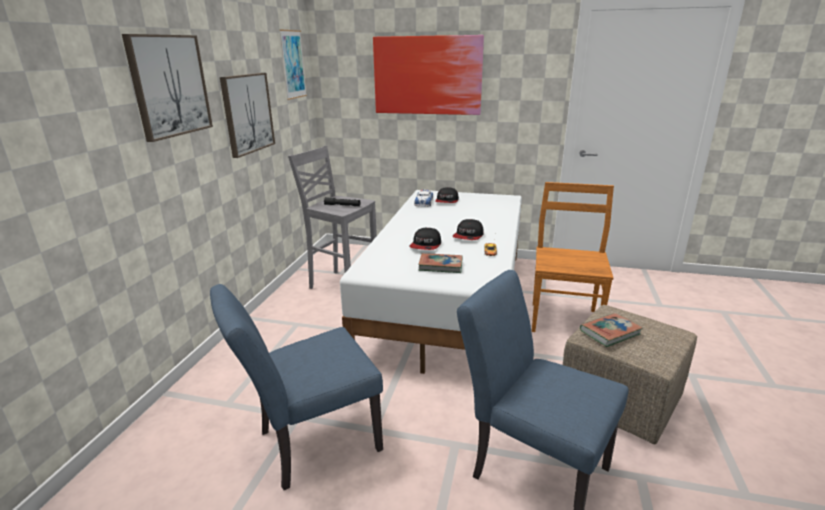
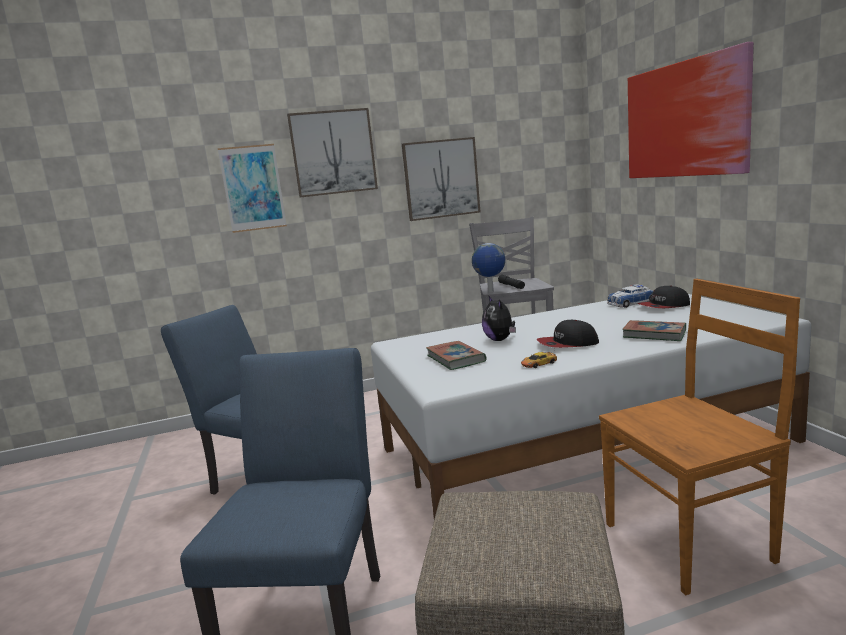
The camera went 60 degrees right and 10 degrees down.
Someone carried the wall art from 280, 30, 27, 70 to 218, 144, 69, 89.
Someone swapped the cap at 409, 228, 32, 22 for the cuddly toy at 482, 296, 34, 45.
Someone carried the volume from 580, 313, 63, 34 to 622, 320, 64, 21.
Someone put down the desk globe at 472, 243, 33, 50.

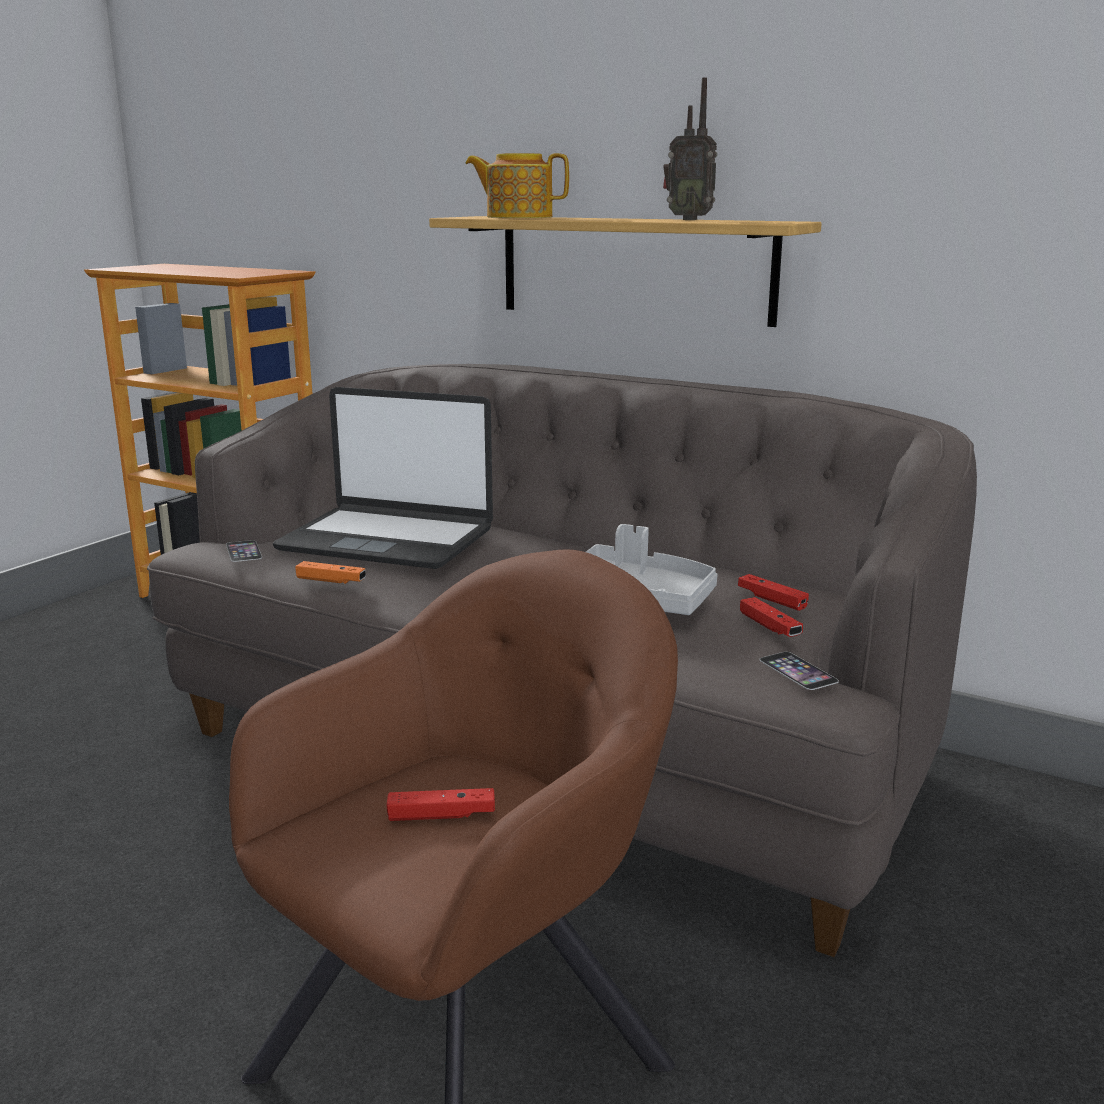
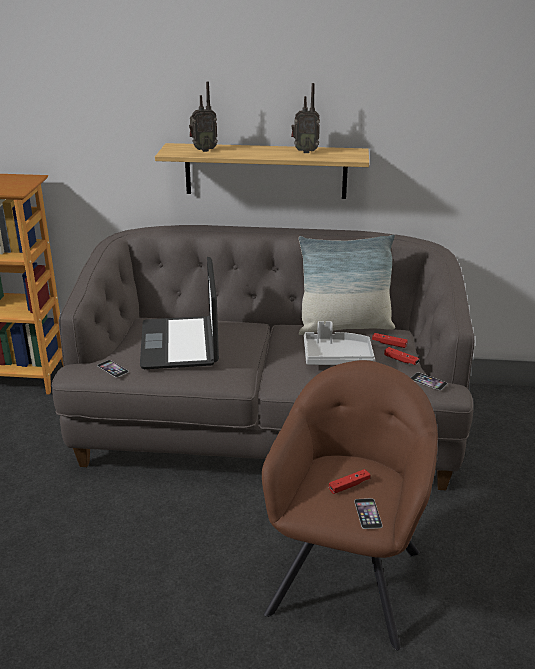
The camera went 25 degrees left and 10 degrees up.
Someone rotated the portable computer at 273, 387, 220, 182 by 90 degrees clockwise.
Someone took away the orangey game controller at 295, 561, 71, 23.
Someone swapped the pot for tea at 465, 153, 104, 65 for the radio set at 189, 81, 29, 71.
Someone put down the pillow at 299, 234, 96, 101.
Someone put down the handset at 354, 498, 29, 31.

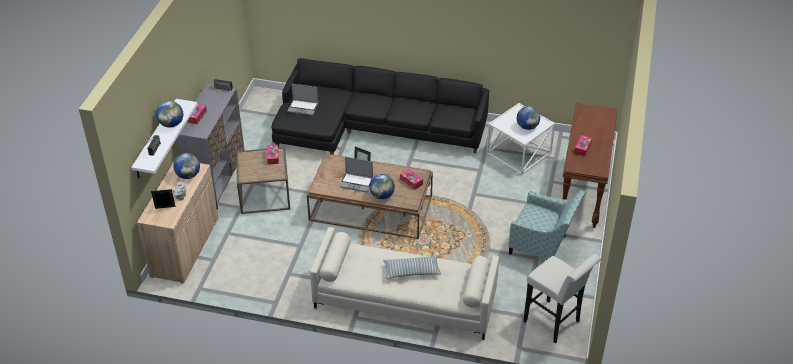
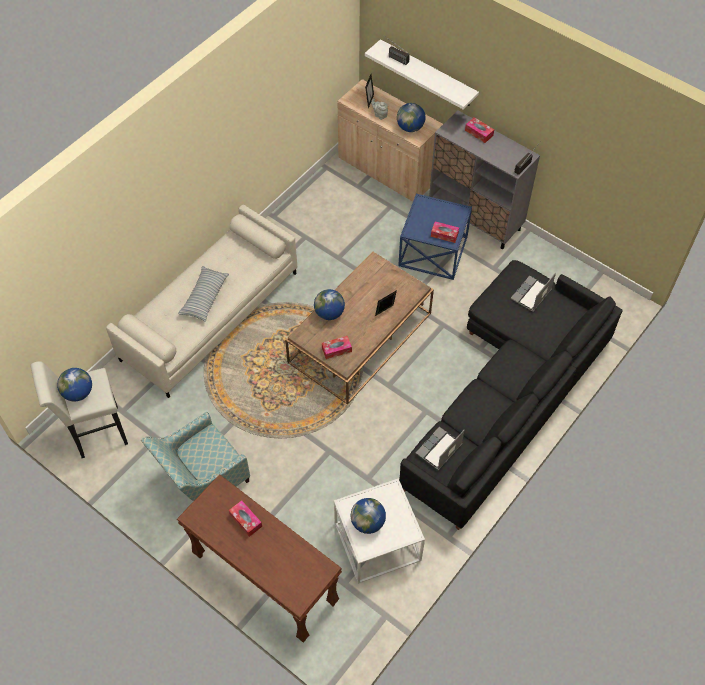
The camera went 115 degrees right and 15 degrees up.
Someone carried the desk globe from 156, 101, 27, 27 to 57, 368, 35, 34.
Someone repainted the brown side table at 236, 147, 54, 67, which became the bluish side table at 398, 194, 74, 86.
Someone carried the portable computer from 339, 157, 34, 35 to 416, 427, 48, 43.

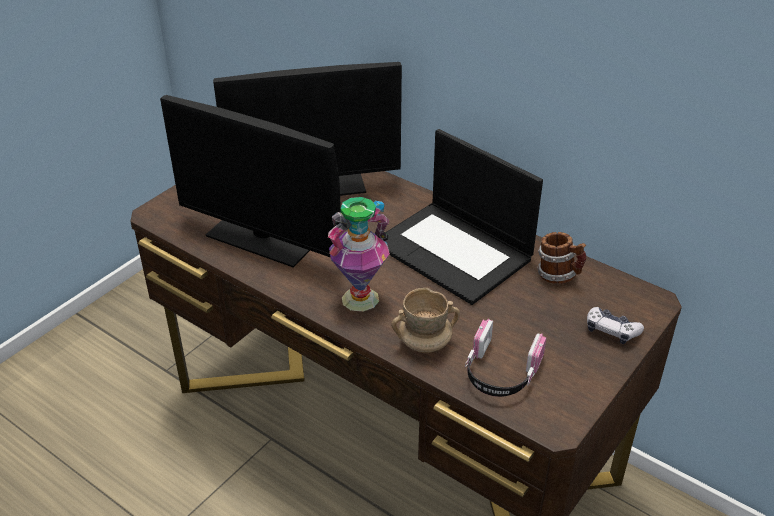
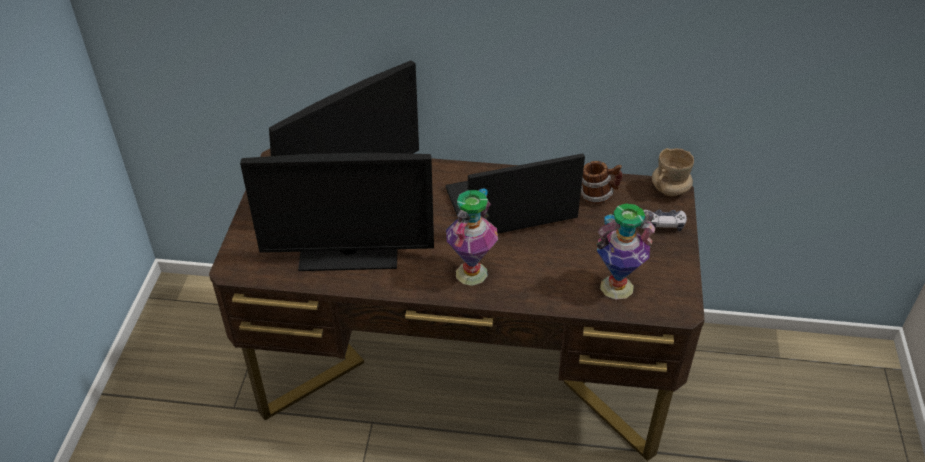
The camera went 30 degrees left and 5 degrees up.
Someone rotated the portable computer at 385, 129, 158, 176 by 150 degrees clockwise.
Someone carried the beige-coloured coffee mug from 391, 288, 69, 65 to 652, 148, 42, 49.
Someone swapped the headset at 465, 319, 81, 78 for the decorative vase at 596, 203, 60, 97.

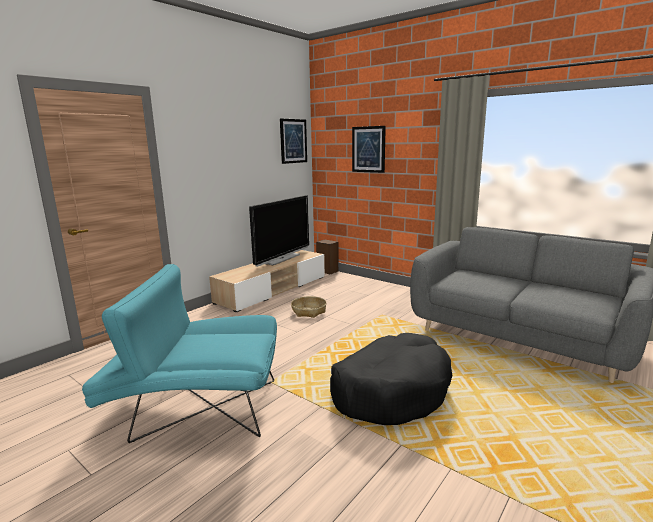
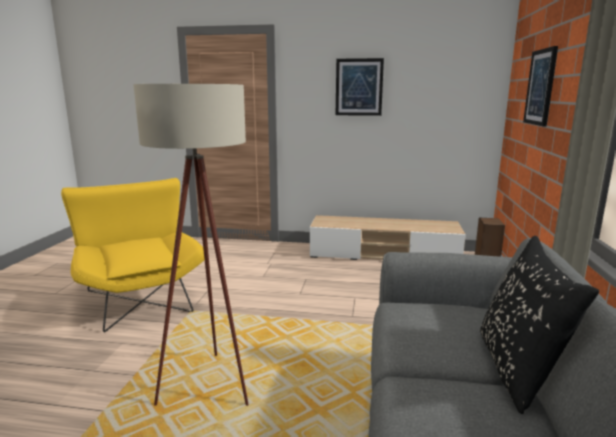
The camera went 60 degrees right and 0 degrees up.
Someone repainted the turquoise easy chair at 82, 264, 195, 179, which became the yellowish easy chair at 61, 178, 144, 155.
Someone took away the TV set at 249, 195, 60, 72.
Someone carried the wall art from 280, 119, 27, 45 to 336, 58, 48, 58.
Someone took away the household basket at 291, 296, 35, 22.
Someone swapped the blackish pet bed at 330, 333, 123, 92 for the beige-coloured standing lamp at 133, 84, 116, 322.
Someone put down the blackish pillow at 480, 236, 119, 178.

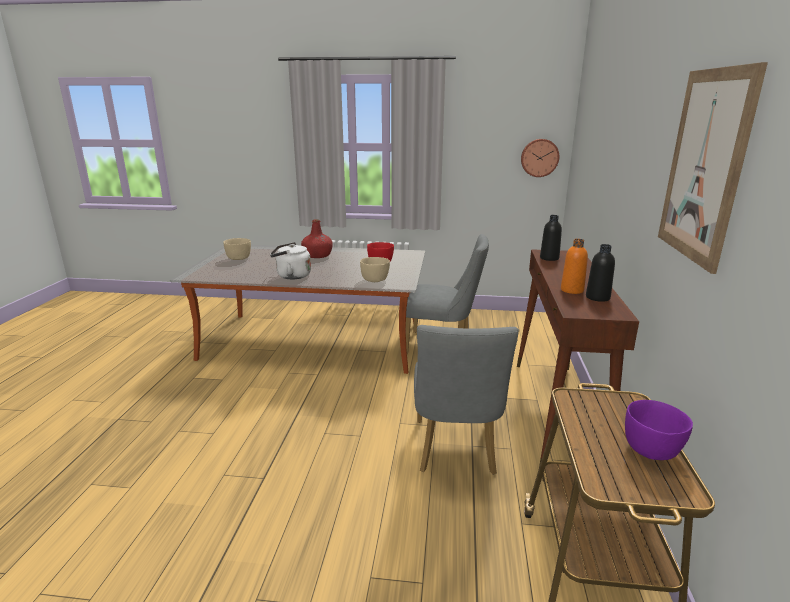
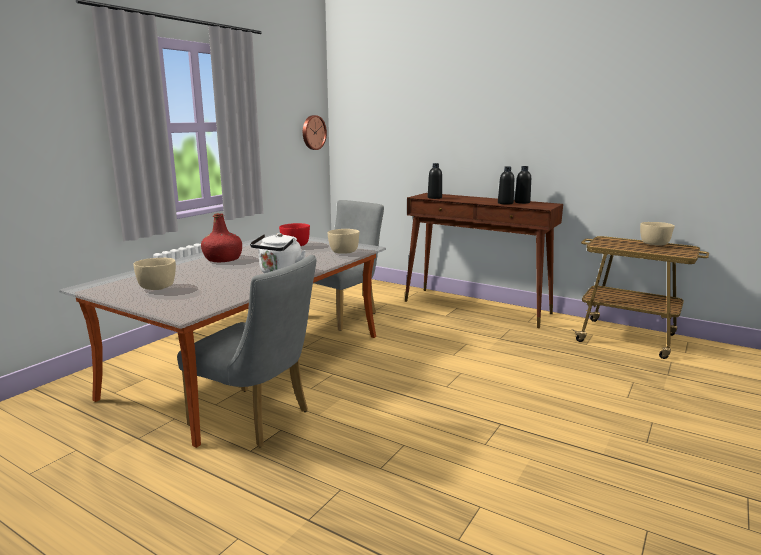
The camera went 65 degrees left and 5 degrees down.
Someone carried the greyish plain chair from 414, 325, 105, 150 to 177, 255, 139, 192.
Someone repainted the orangey beverage bottle at 561, 239, 27, 55, which became the blackish beverage bottle at 498, 166, 16, 39.
Someone repainted the purple serving bowl at 625, 400, 68, 60, which became the beige-coloured serving bowl at 640, 222, 35, 24.
Someone took away the wall art at 658, 62, 110, 212.

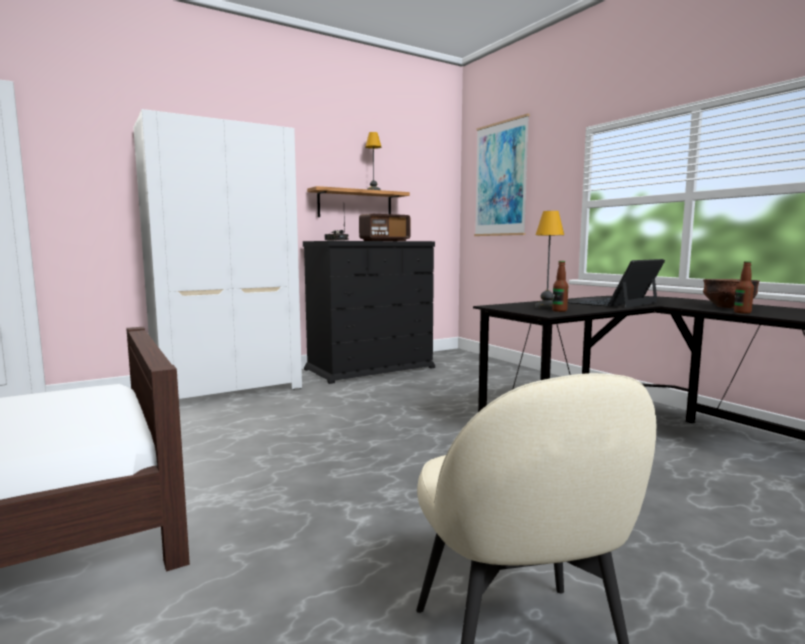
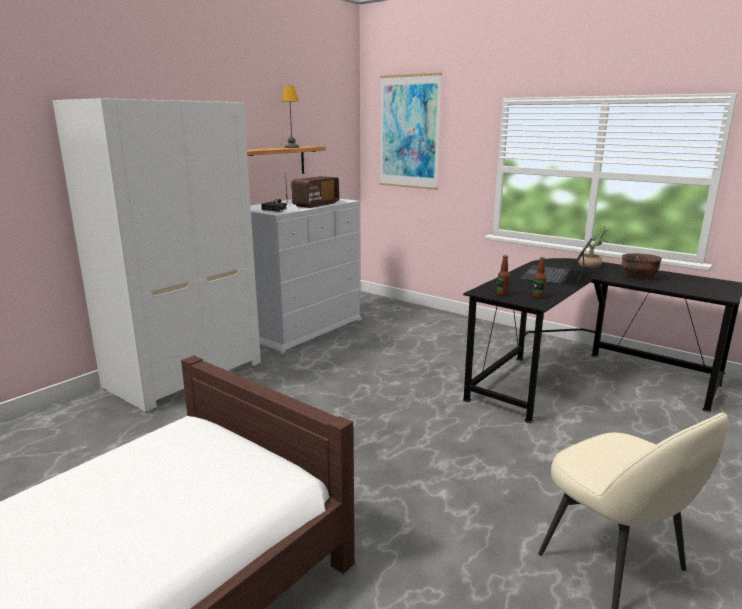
The camera went 20 degrees left and 10 degrees up.
Someone repainted the blackish chest of drawers at 303, 241, 132, 143, which became the whitish chest of drawers at 250, 199, 112, 155.
Someone took away the tabletop lamp at 535, 211, 29, 98.
Someone carried the beverage bottle from 734, 261, 20, 53 to 497, 255, 13, 41.
Someone put down the houseplant at 578, 226, 33, 42.

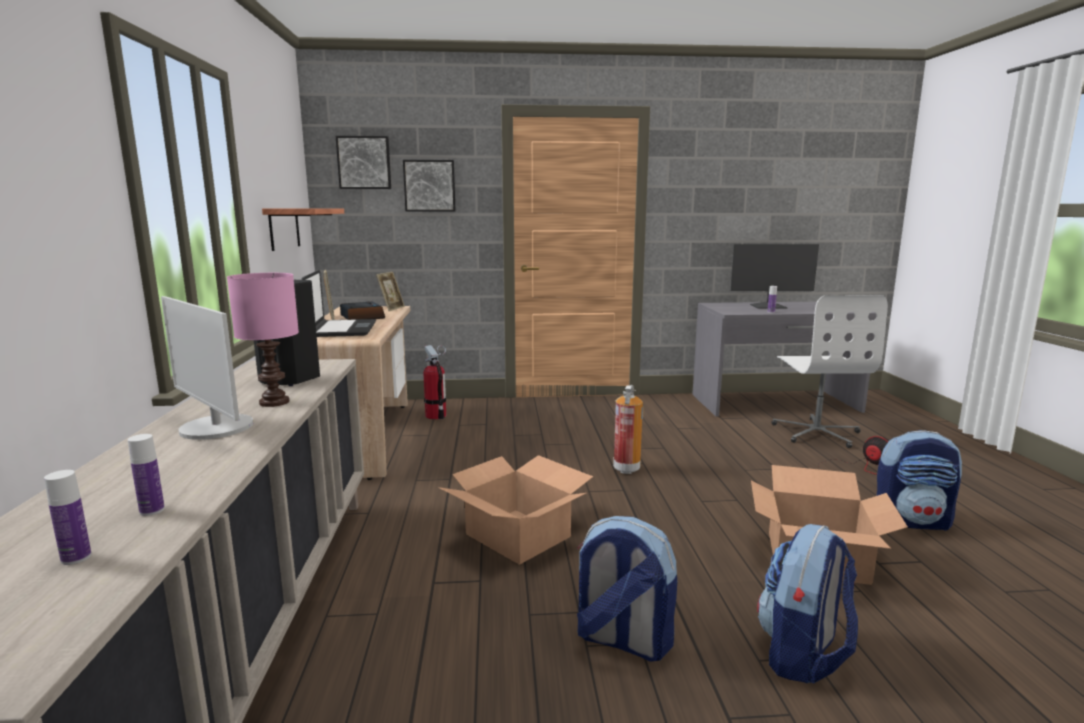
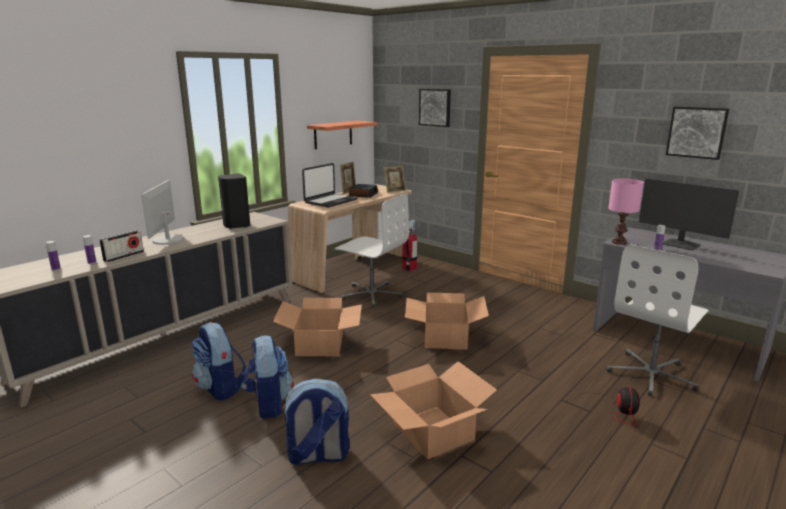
The camera went 45 degrees right and 5 degrees up.
Someone carried the pink tabletop lamp from 227, 273, 72, 134 to 608, 178, 36, 67.
Someone carried the wall art from 336, 136, 55, 53 to 666, 107, 63, 53.
Someone swapped the fire-fighting cylinder at 613, 385, 31, 89 for the cardboard box at 405, 293, 84, 56.
Someone carried the rucksack from 876, 430, 86, 101 to 192, 322, 54, 78.
Someone put down the radio set at 99, 230, 45, 32.
Someone put down the whitish computer chair at 334, 193, 75, 115.

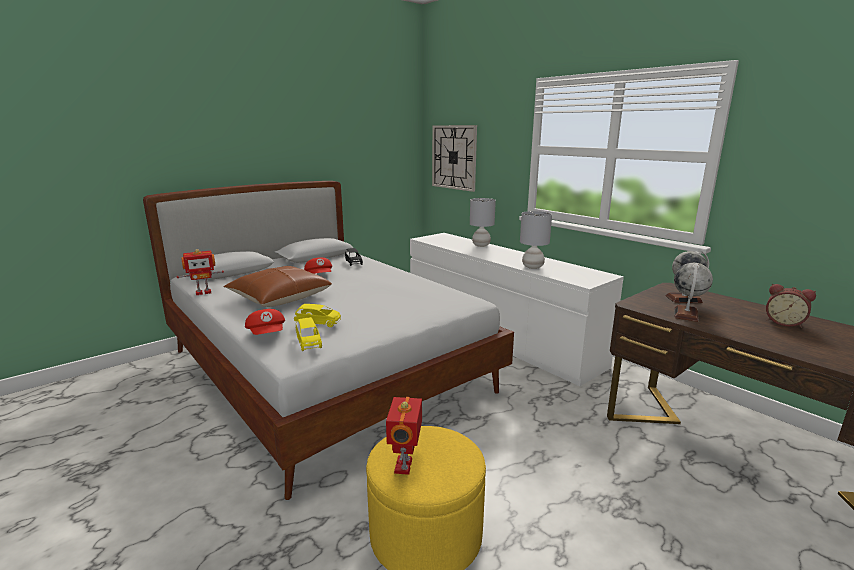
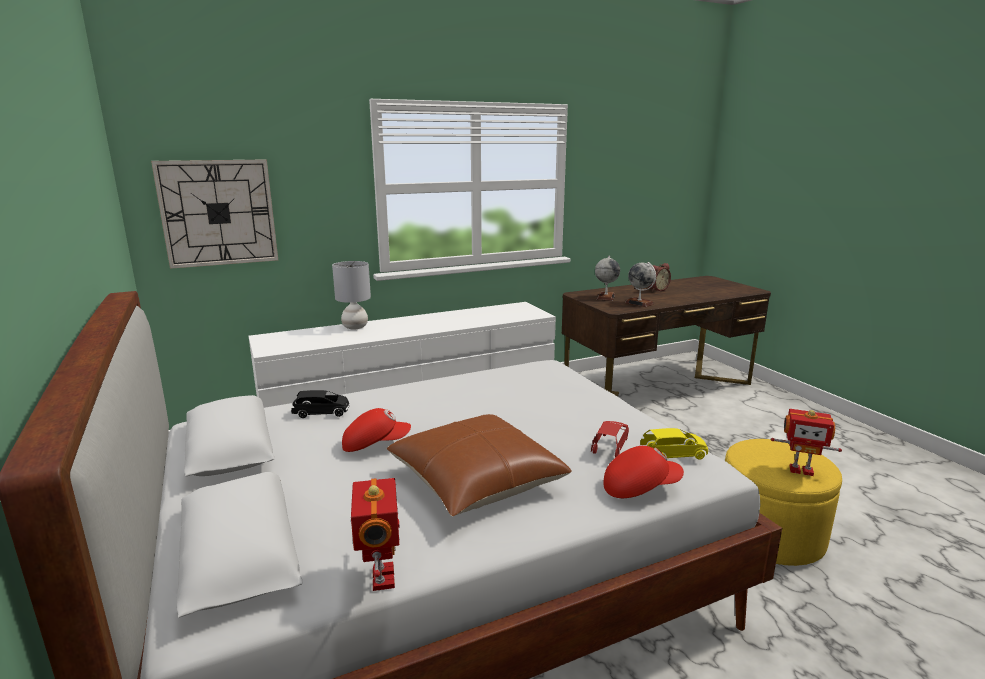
The camera went 75 degrees left and 0 degrees up.
Someone repainted the yellowish toy car at 294, 304, 47, 23, which became the red toy car at 591, 421, 38, 37.
Someone took away the greyish tabletop lamp at 520, 211, 32, 58.

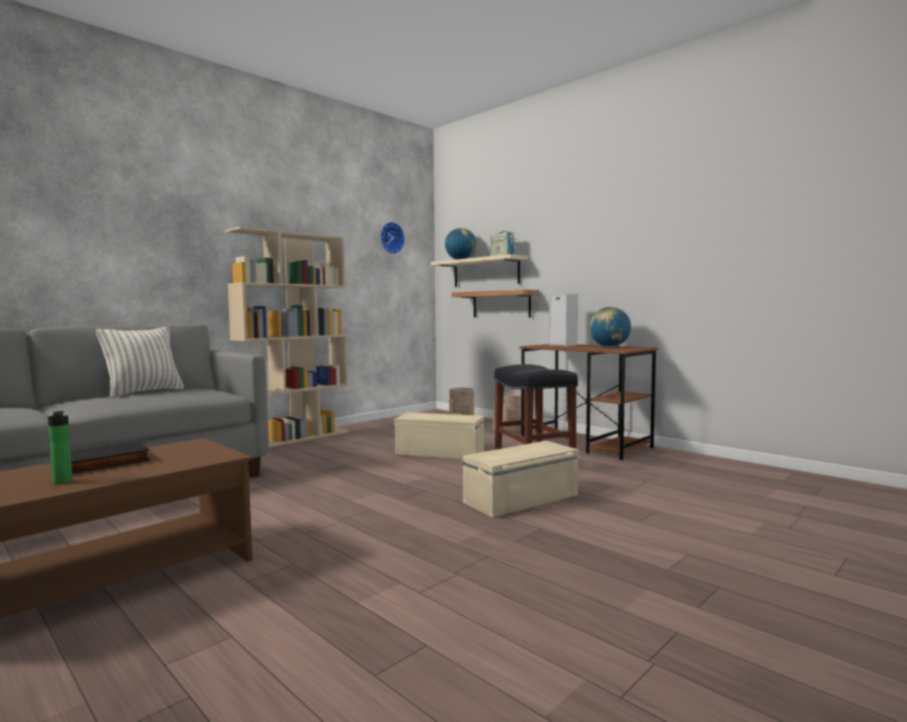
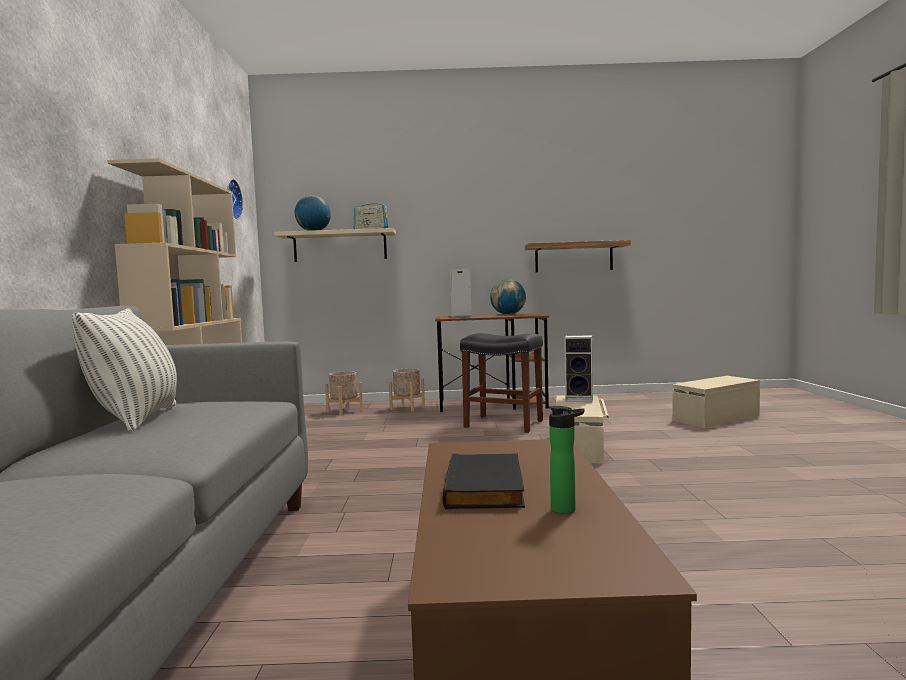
The camera went 45 degrees left and 0 degrees up.
Someone carried the beige-coloured storage bin from 394, 412, 90, 47 to 672, 376, 88, 52.
Someone carried the bracket shelf from 452, 290, 87, 28 to 525, 240, 106, 32.
Someone put down the speaker at 564, 335, 29, 67.

